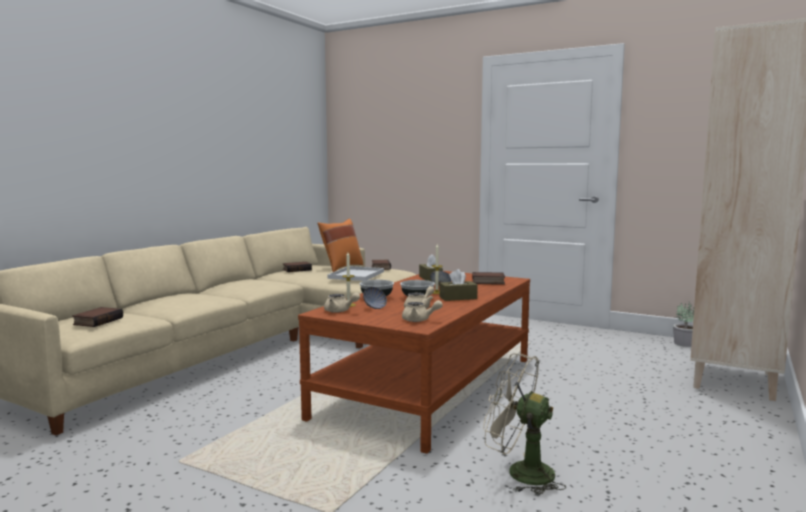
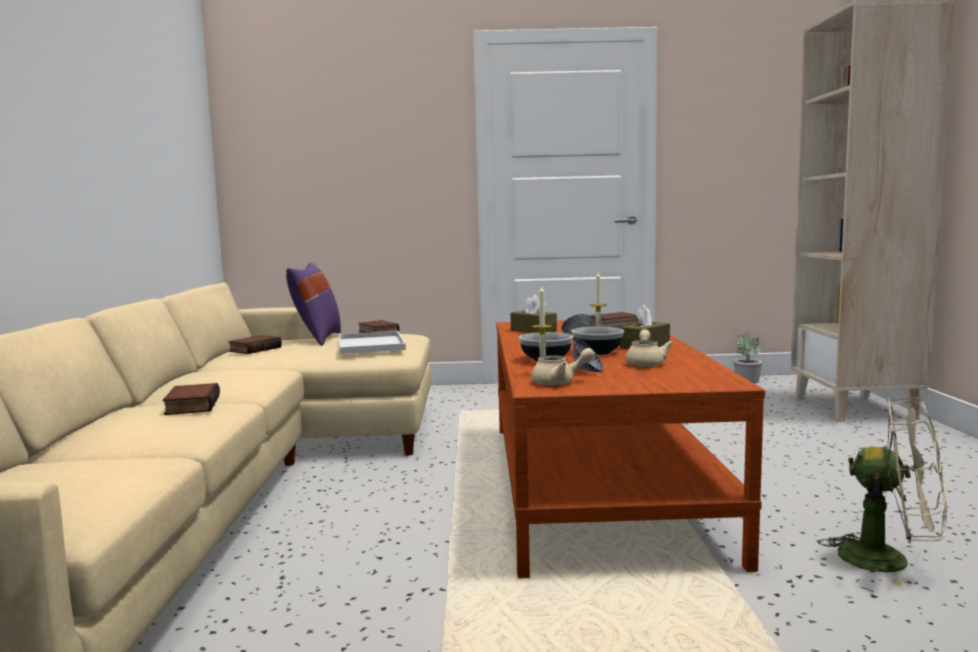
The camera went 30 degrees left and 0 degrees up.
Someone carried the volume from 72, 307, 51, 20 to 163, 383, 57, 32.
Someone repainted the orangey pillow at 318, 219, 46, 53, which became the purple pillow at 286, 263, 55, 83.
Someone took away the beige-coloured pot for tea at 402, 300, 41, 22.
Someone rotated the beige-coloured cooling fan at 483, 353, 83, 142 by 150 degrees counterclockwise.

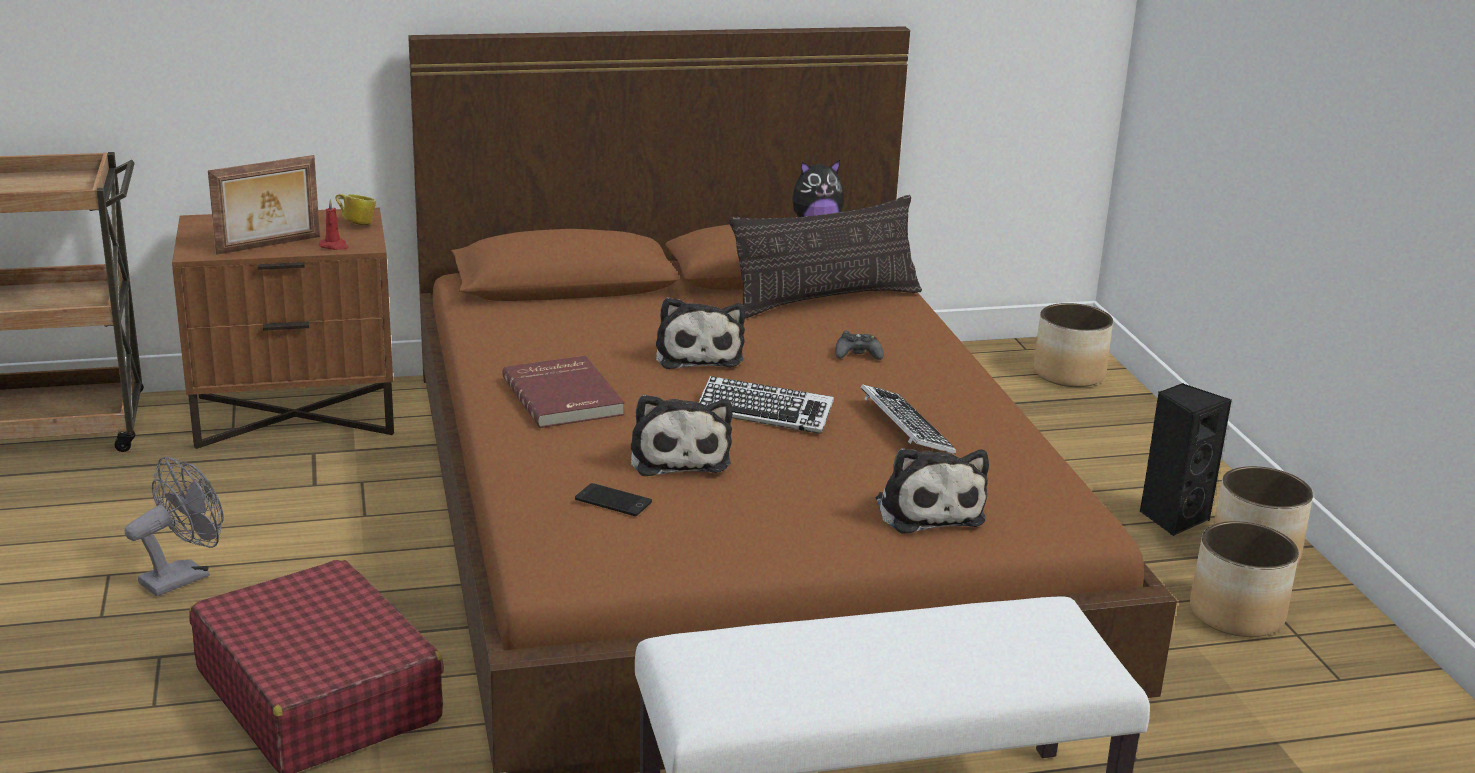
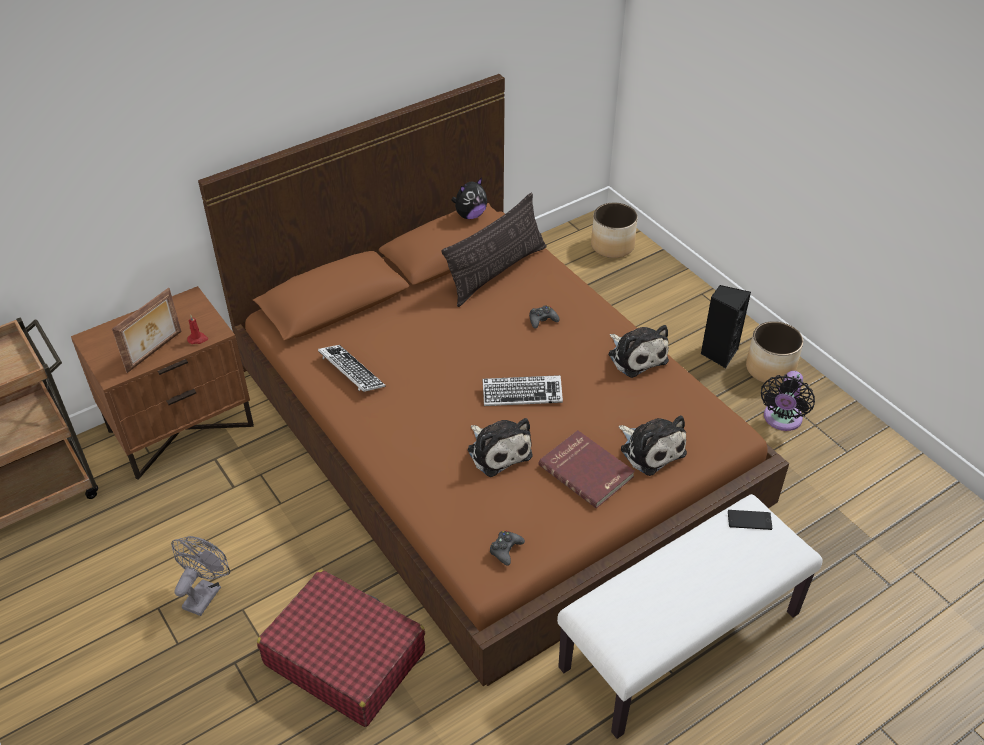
The camera went 20 degrees left and 20 degrees up.
Someone took away the coffee mug at 335, 193, 41, 32.
Someone carried the red volume from 502, 356, 123, 72 to 539, 430, 96, 78.
Someone carried the handset from 575, 483, 77, 33 to 728, 510, 44, 20.
Someone carried the cuddly toy from 656, 297, 89, 72 to 608, 325, 61, 53.
Someone carried the keyboard from 861, 384, 95, 70 to 318, 345, 67, 47.
Someone swapped the plant pot at 1190, 521, 109, 116 for the blackish cooling fan at 761, 371, 54, 60.
Someone put down the blackish game controller at 489, 531, 36, 35.

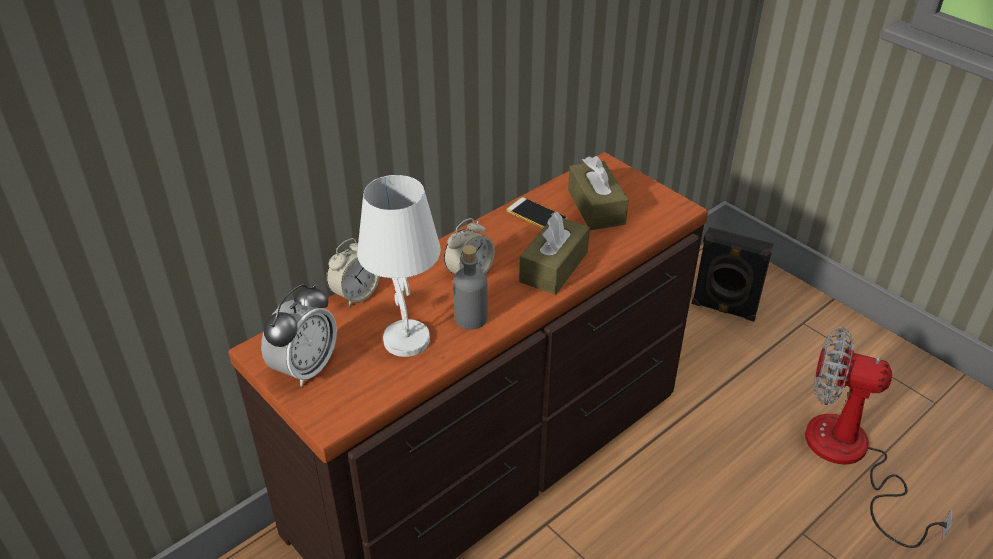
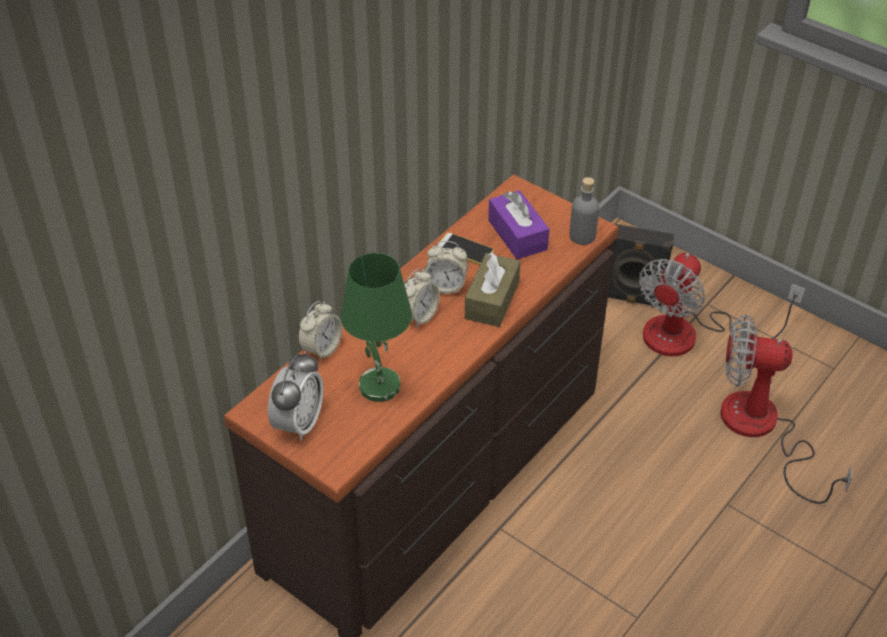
The camera went 10 degrees left and 5 degrees up.
Someone repainted the whitish tabletop lamp at 357, 175, 84, 182, which became the green-coloured tabletop lamp at 340, 253, 72, 149.
Someone carried the greyish beverage bottle from 453, 245, 35, 84 to 569, 177, 30, 68.
Someone repainted the brown tissue holder at 568, 156, 61, 74, which became the purple tissue holder at 488, 190, 61, 69.
Someone put down the table clock at 424, 241, 44, 53.
Someone put down the cooling fan at 639, 253, 166, 103.

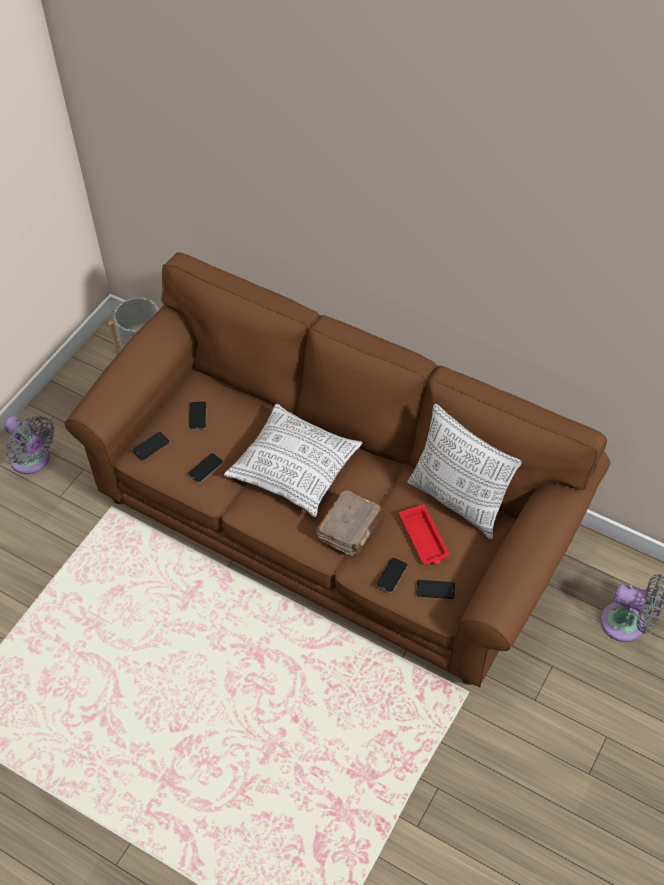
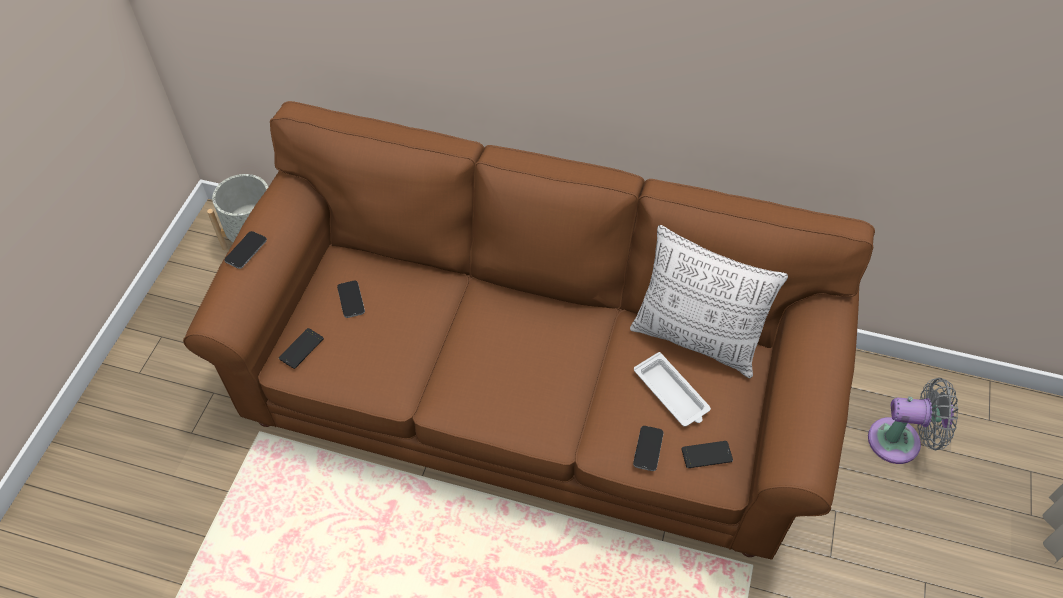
The camera went 15 degrees left and 0 degrees up.
Someone took away the greyish cooling fan at 4, 416, 51, 58.
Someone carried the handset from 188, 453, 35, 30 to 224, 231, 43, 38.
Someone took away the pillow at 224, 404, 138, 113.
Someone took away the brown volume at 317, 490, 65, 66.
Someone repainted the red serving tray at 399, 504, 50, 61, which became the whitish serving tray at 634, 352, 77, 75.

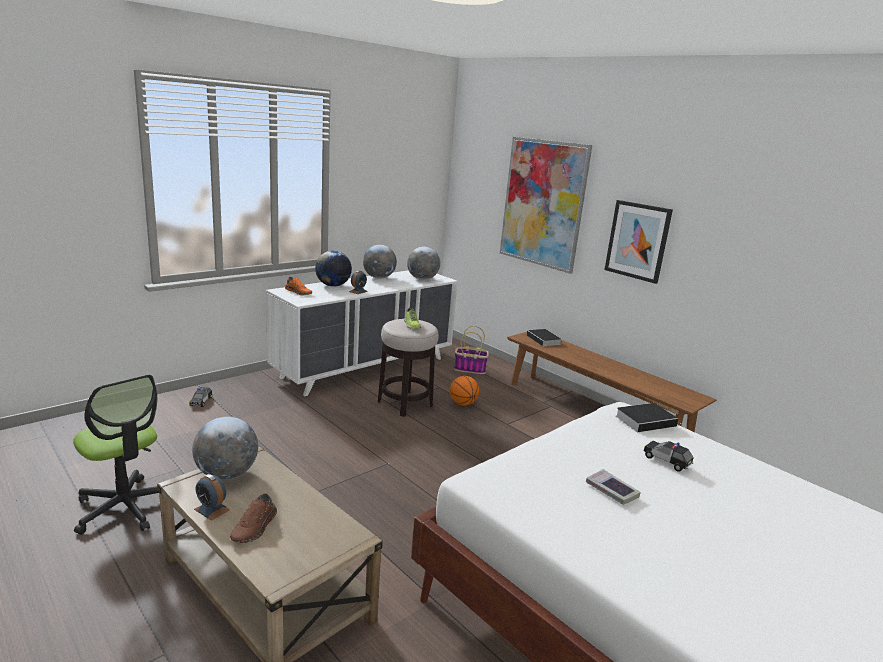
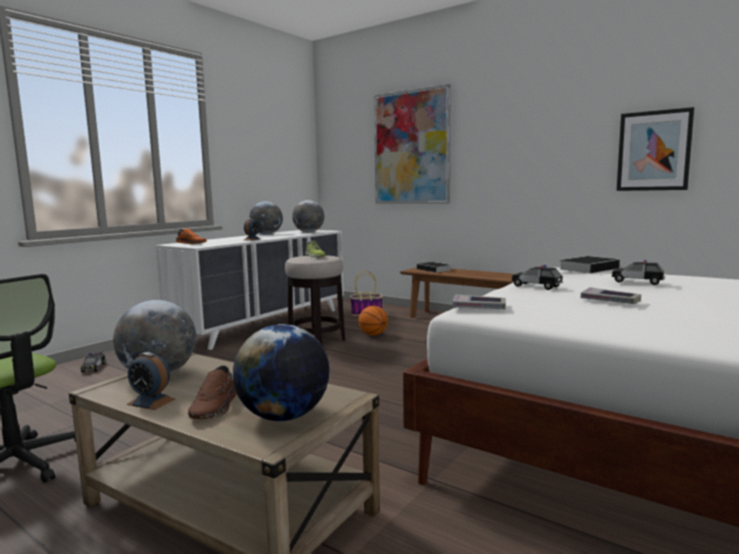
The camera went 10 degrees left and 10 degrees down.
Someone carried the desk globe from 315, 250, 37, 37 to 233, 324, 96, 97.
Someone carried the wall art from 604, 200, 69, 84 to 617, 107, 77, 84.
Someone put down the volume at 452, 294, 54, 15.
Someone put down the toy car at 512, 265, 51, 25.

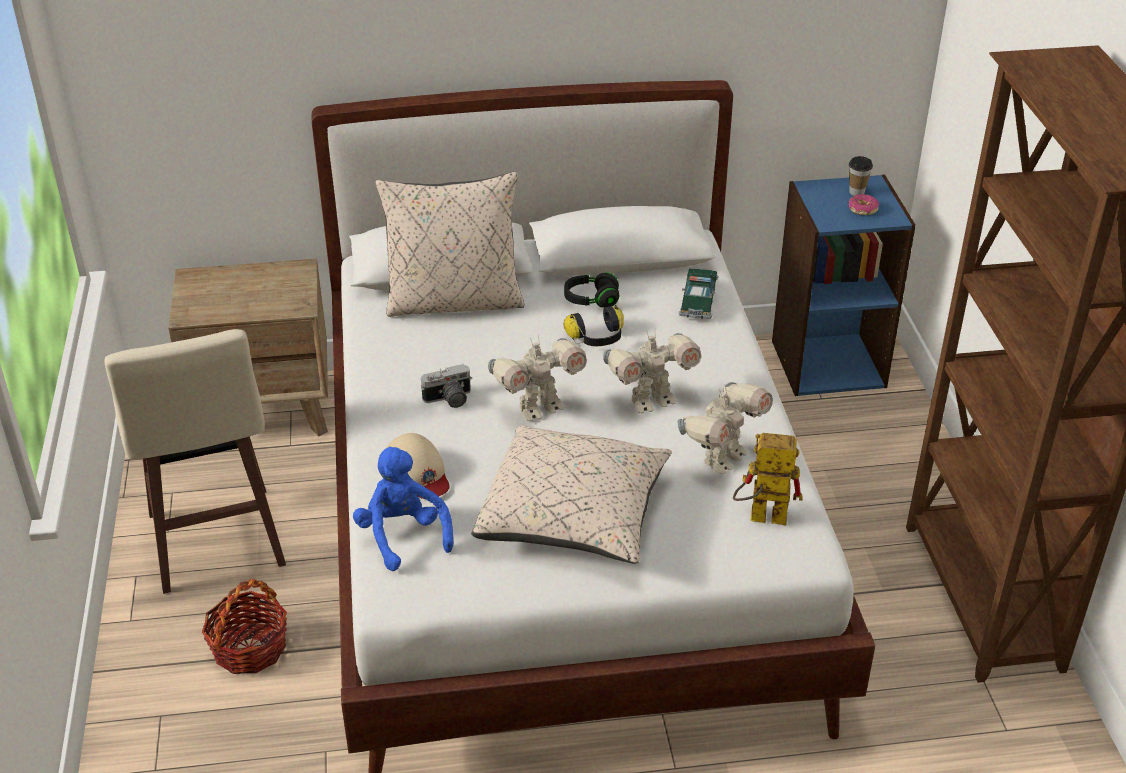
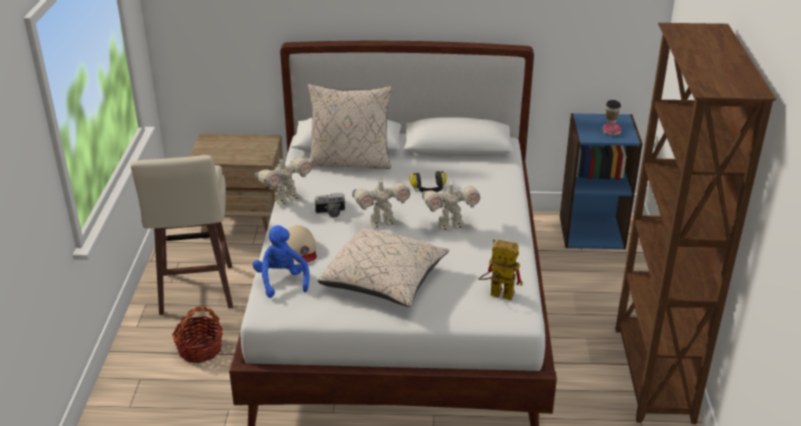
The camera went 10 degrees right and 5 degrees down.
Someone took away the blackish headset at 564, 272, 55, 36.
Someone carried the robot figure from 678, 382, 95, 93 to 255, 154, 57, 52.
Someone took away the toy car at 679, 269, 39, 50.

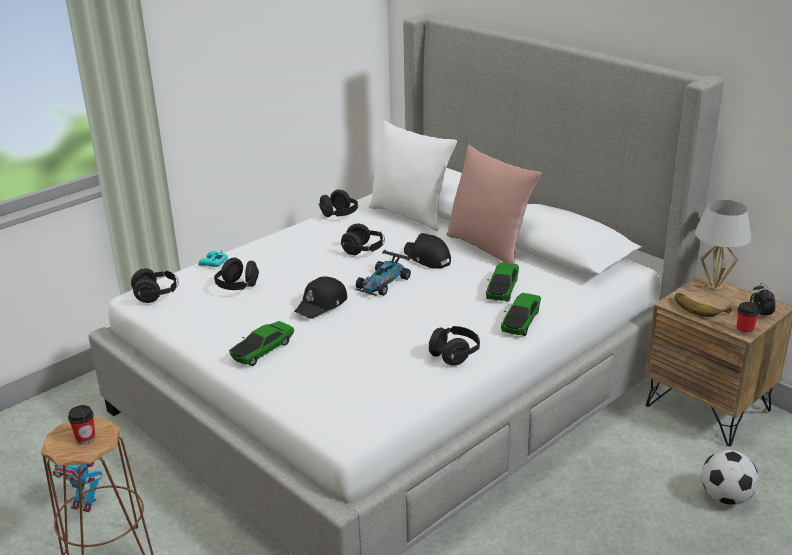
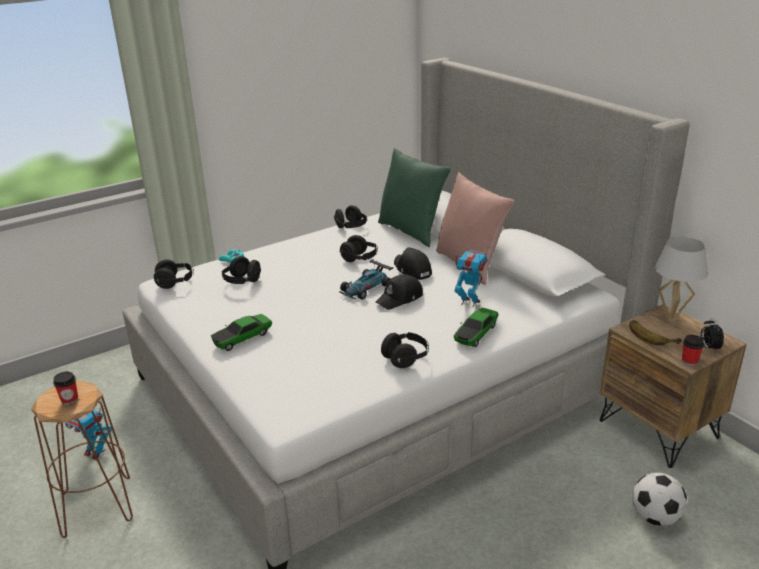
The camera went 10 degrees right and 0 degrees up.
Someone carried the blackish cap from 294, 277, 53, 42 to 375, 274, 48, 35.
Someone repainted the whitish pillow at 369, 120, 88, 111, which became the green-coloured pillow at 378, 148, 73, 99.
Someone swapped the toy car at 486, 263, 33, 39 for the robot figure at 455, 250, 33, 58.

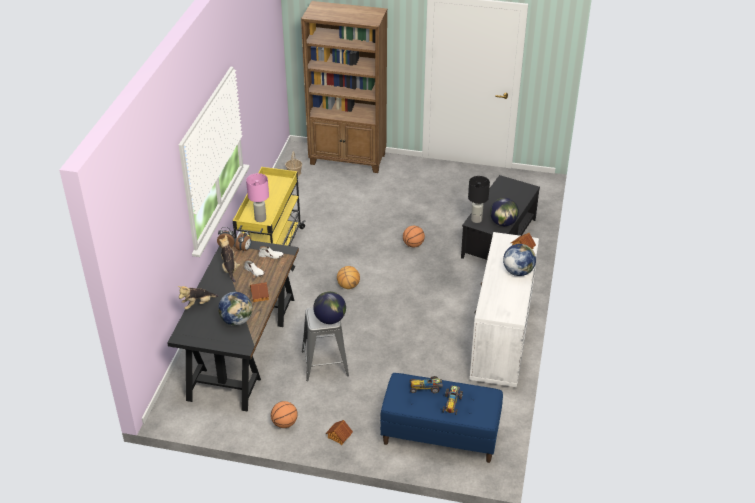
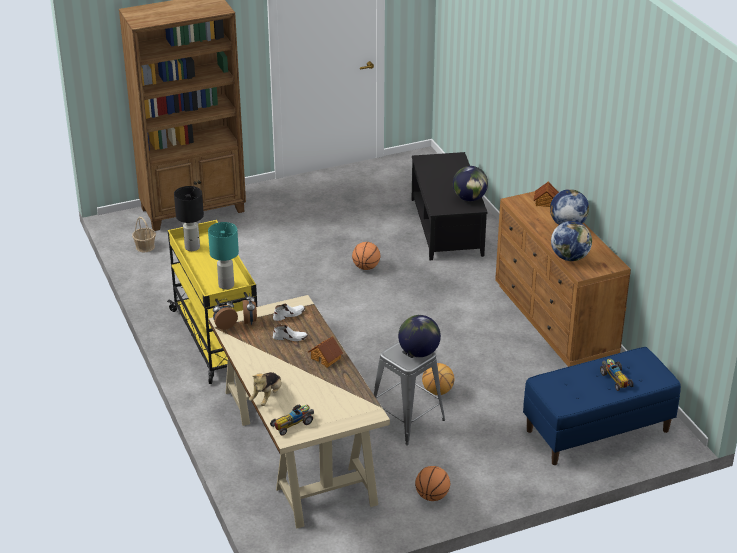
The camera went 35 degrees left and 5 degrees down.
Someone repainted the blackish desk at 167, 238, 132, 174, which became the beige-coloured desk at 209, 295, 181, 234.
Someone carried the desk globe from 218, 292, 34, 34 to 551, 221, 41, 40.
Someone took away the cuddly toy at 219, 235, 21, 48.
Someone repainted the pink tabletop lamp at 246, 173, 23, 49, which became the turquoise tabletop lamp at 208, 222, 31, 68.
Someone took away the toy house at 326, 420, 27, 25.
Someone carried the basketball ball from 337, 266, 23, 23 to 422, 363, 32, 32.
Someone carried the toy car from 410, 376, 33, 17 to 270, 405, 44, 31.
Someone carried the blackish tabletop lamp from 468, 176, 22, 47 to 174, 186, 30, 65.
Someone repainted the whitish chest of drawers at 469, 232, 70, 155, which became the brown chest of drawers at 495, 191, 136, 176.

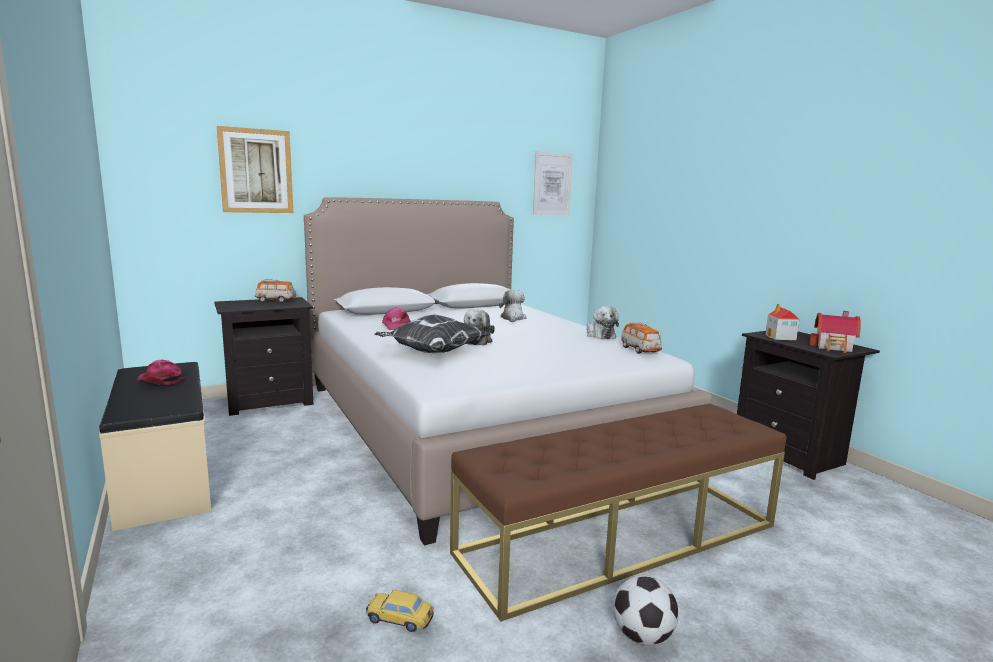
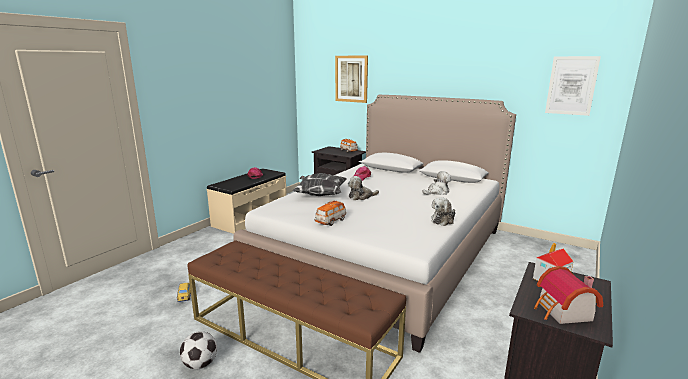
The camera went 60 degrees right and 5 degrees up.
Someone carried the toy car from 621, 322, 41, 32 to 315, 200, 31, 26.

